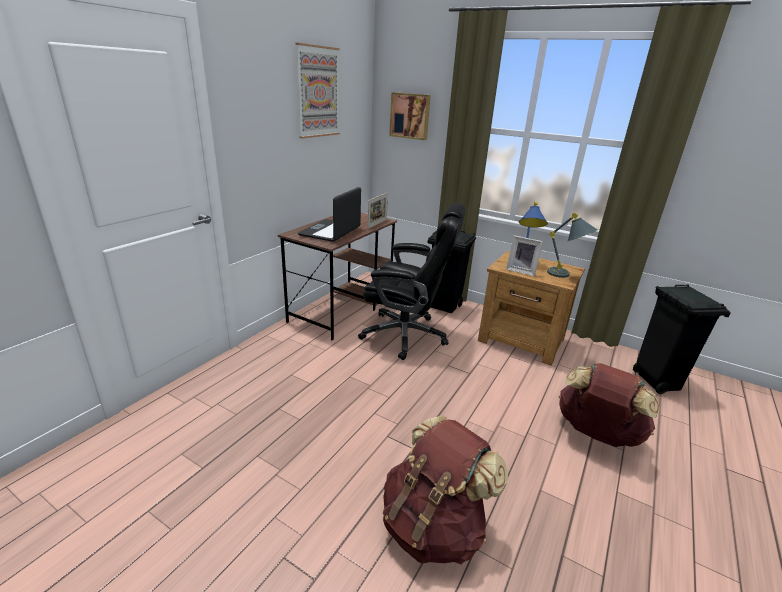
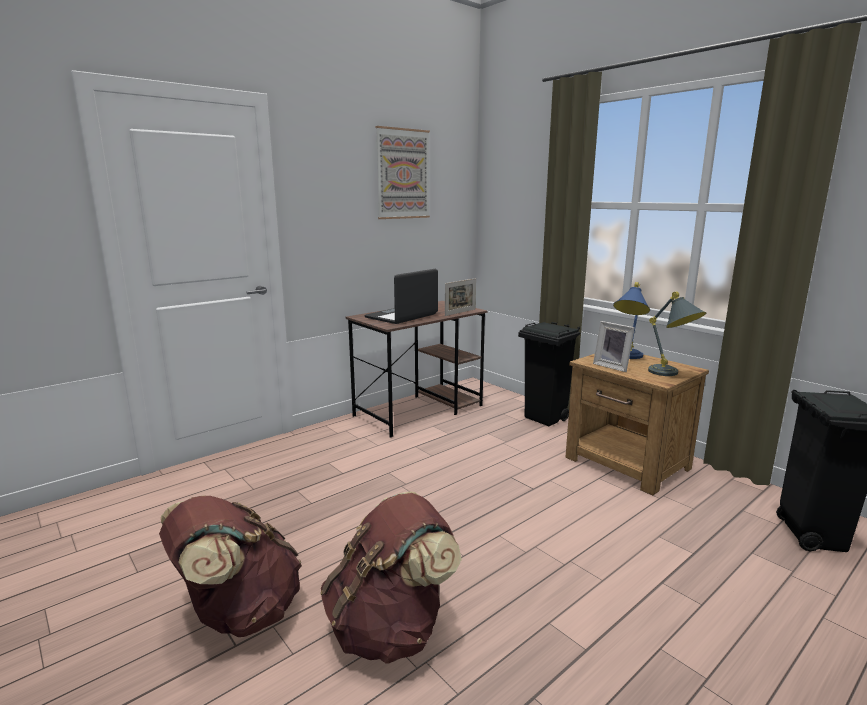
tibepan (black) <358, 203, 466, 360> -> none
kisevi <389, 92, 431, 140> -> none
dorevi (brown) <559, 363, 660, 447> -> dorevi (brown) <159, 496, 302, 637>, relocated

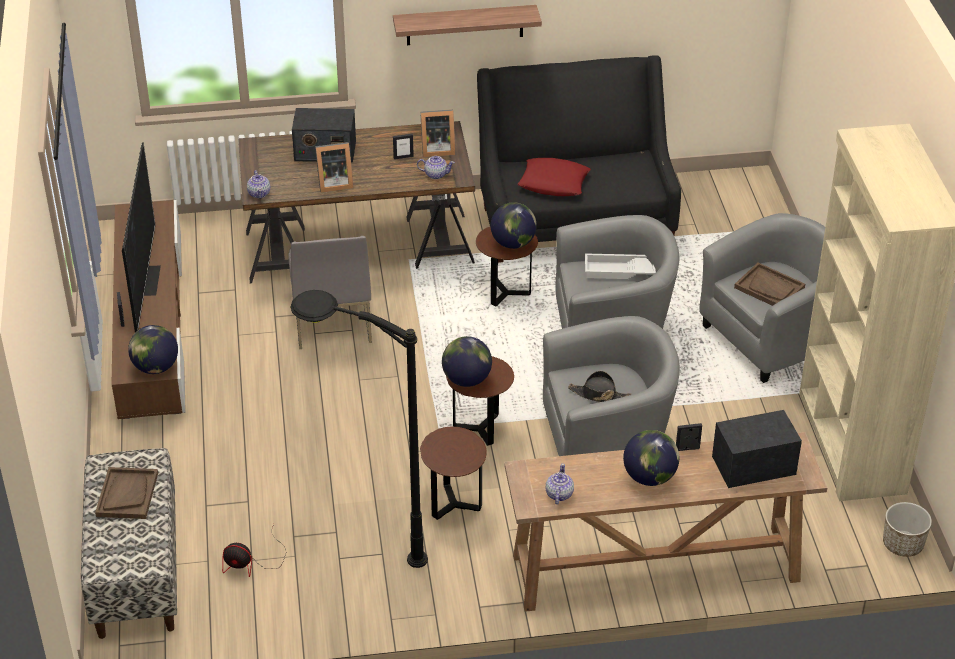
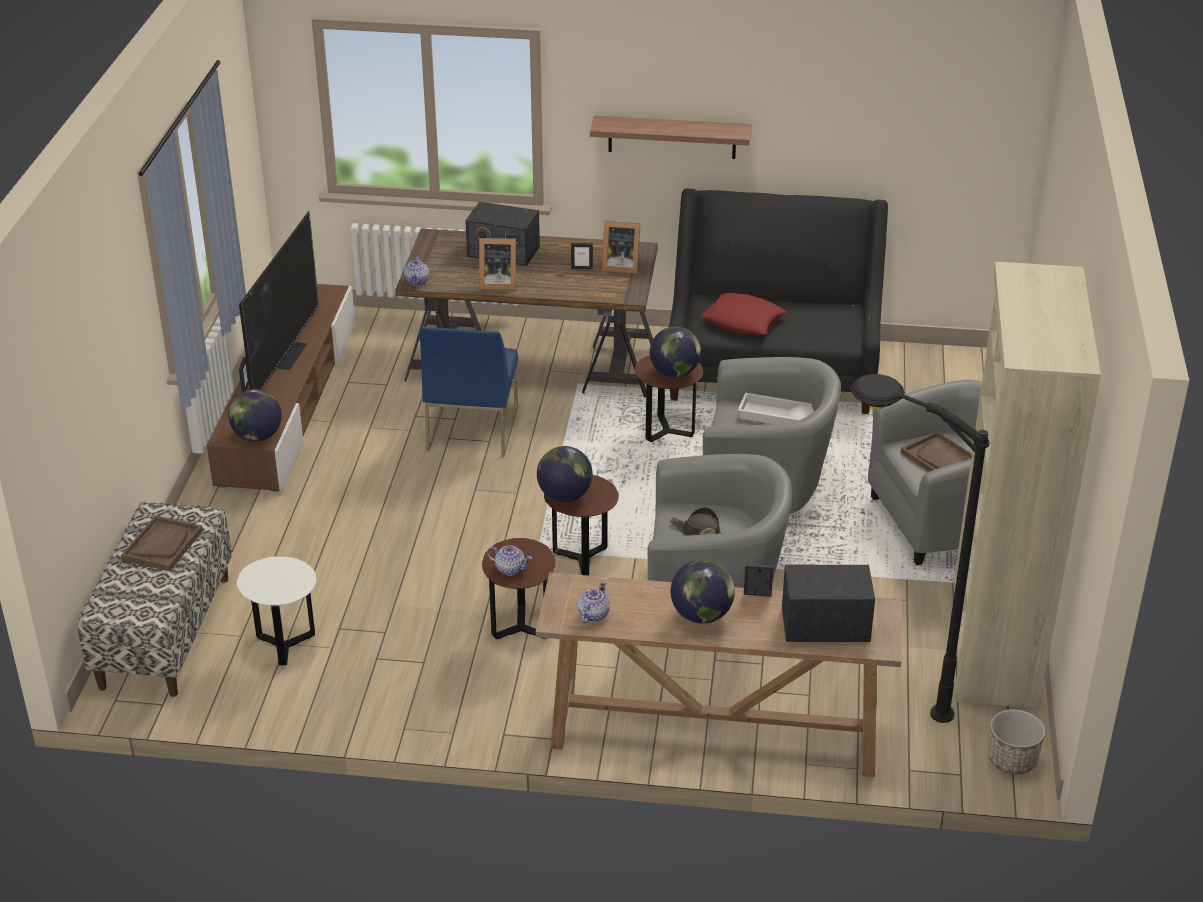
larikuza <222, 524, 286, 577> -> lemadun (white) <237, 557, 317, 666>
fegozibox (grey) <288, 236, 372, 349> -> fegozibox (blue) <420, 326, 518, 457>
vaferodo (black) <290, 290, 428, 568> -> vaferodo (black) <851, 374, 990, 723>, relocated
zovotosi <417, 156, 455, 179> -> zovotosi <487, 545, 532, 576>, relocated

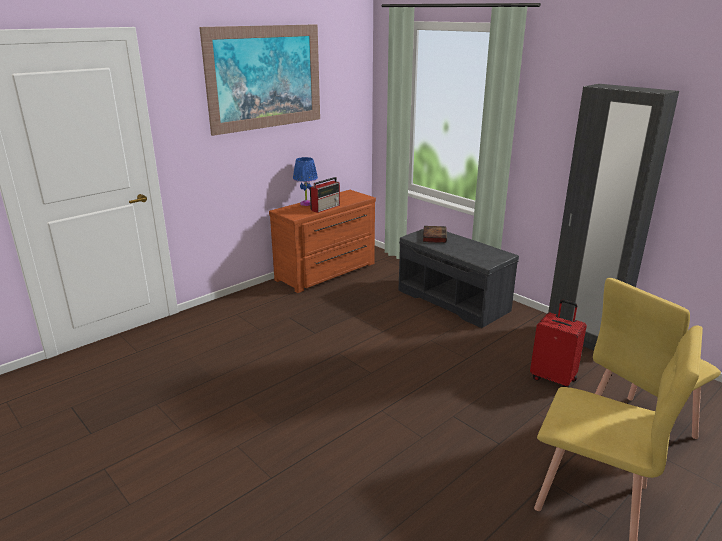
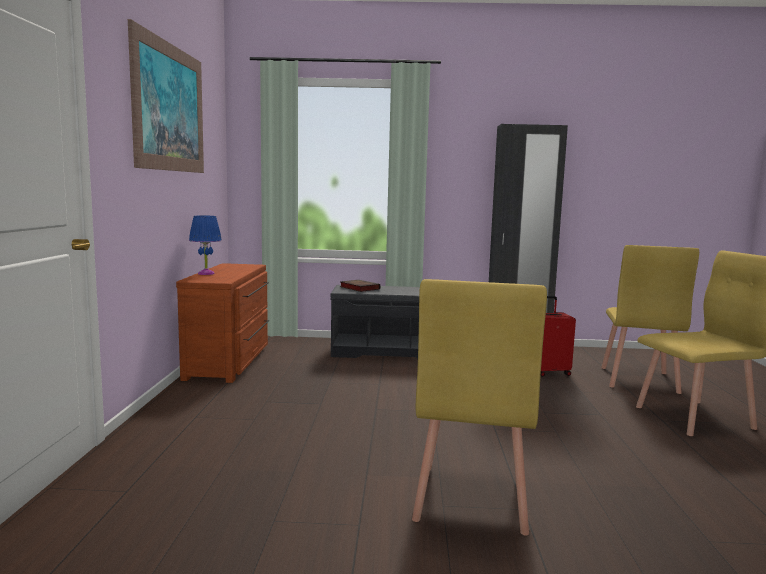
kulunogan <310, 177, 340, 213> -> none
none -> fegozibox (yellow) <412, 279, 547, 536>

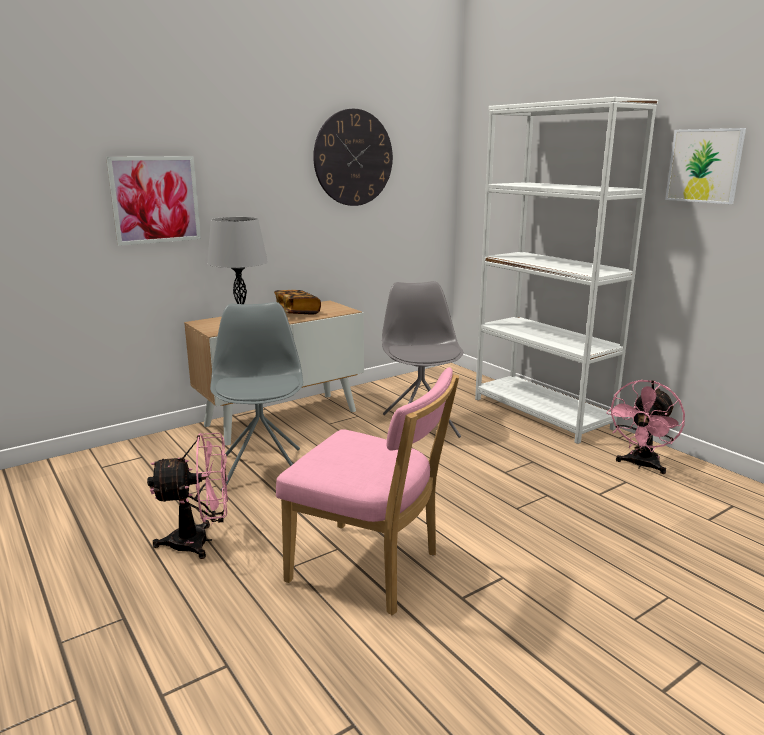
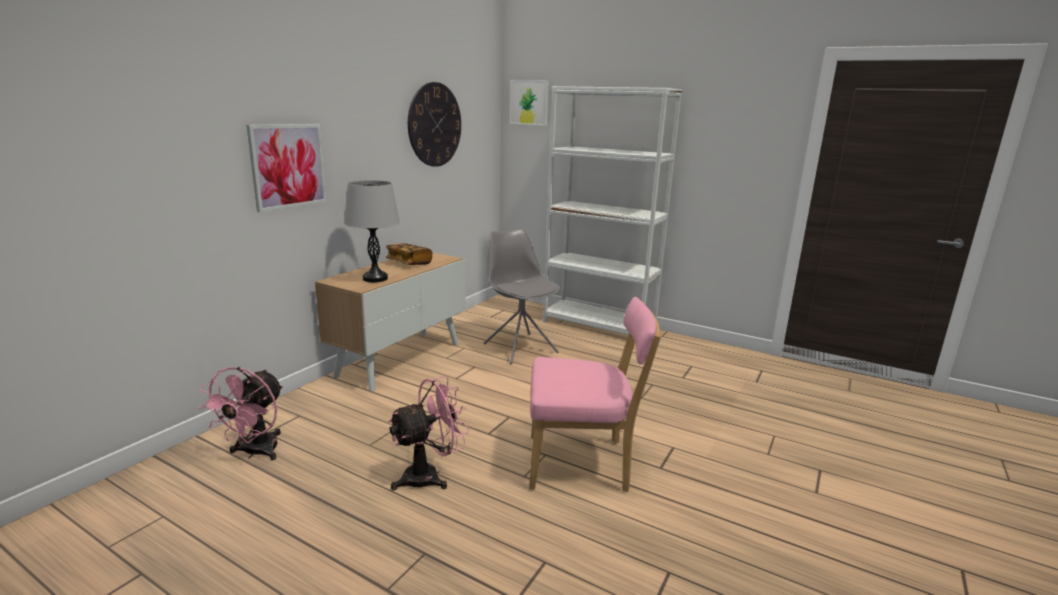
fegozibox (grey) <210, 302, 303, 491> -> none
larikuza (pink) <607, 380, 685, 474> -> larikuza (pink) <198, 367, 283, 460>, relocated
kisevi <665, 128, 746, 204> -> kisevi <510, 80, 549, 126>, relocated

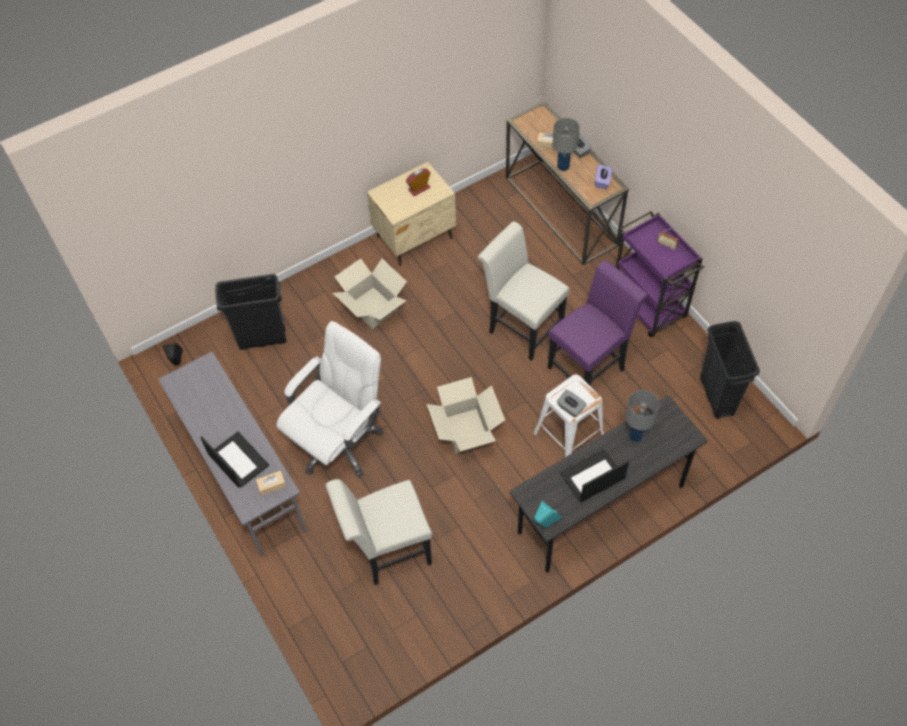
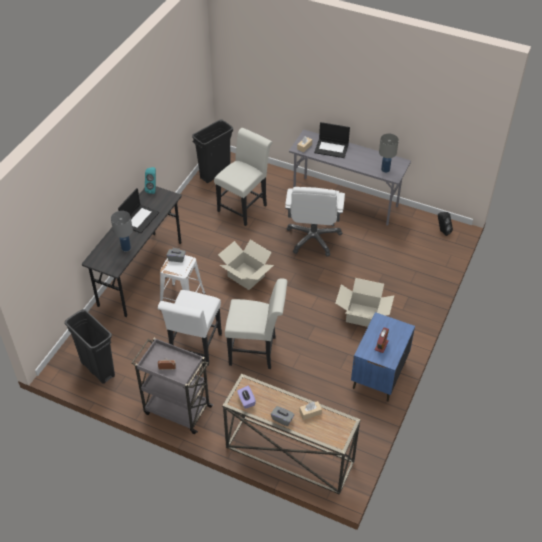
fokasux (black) <215, 274, 287, 350> -> fokasux (black) <192, 119, 233, 183>, relocated
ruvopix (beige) <367, 162, 456, 266> -> ruvopix (blue) <351, 312, 415, 402>
fegozibox (purple) <548, 260, 648, 386> -> fegozibox (white) <158, 290, 222, 366>
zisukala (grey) <553, 118, 580, 171> -> zisukala (grey) <379, 134, 399, 173>, relocated
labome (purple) <616, 211, 704, 337> -> labome (grey) <132, 337, 214, 434>

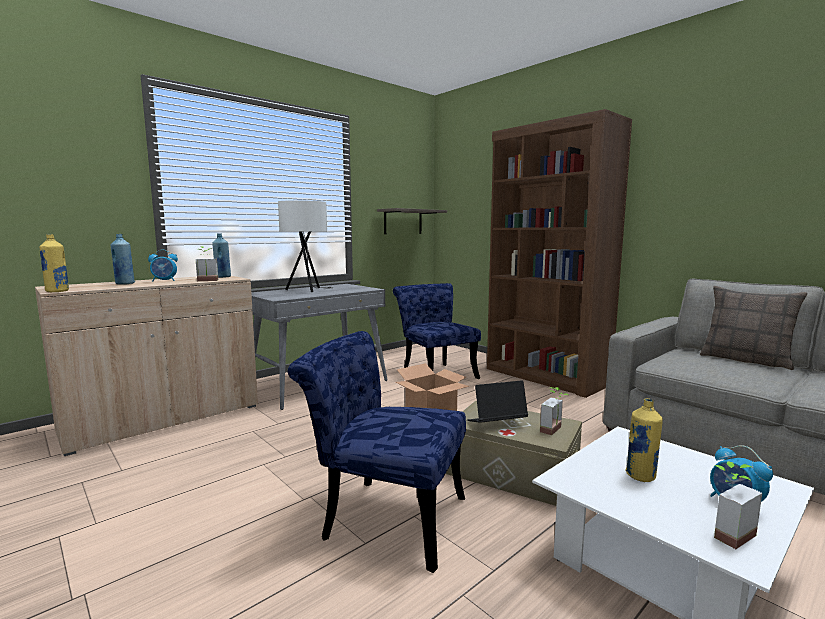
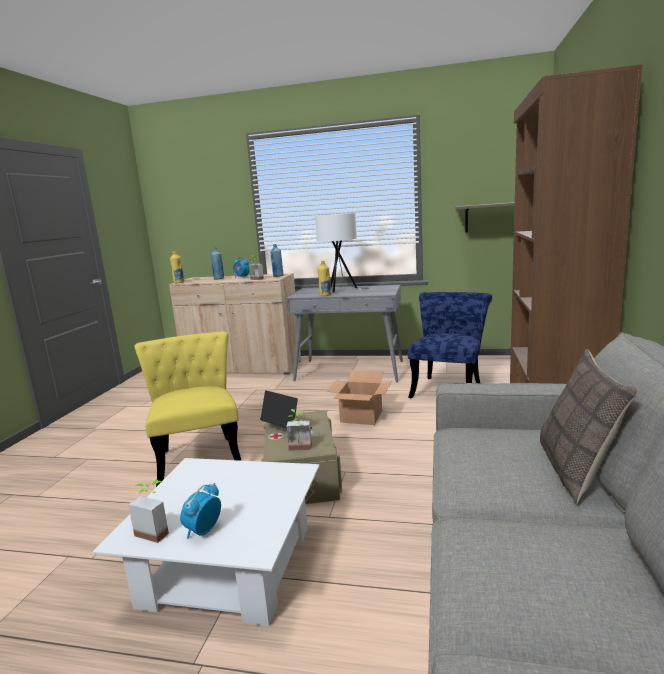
fegozibox (blue) <288, 331, 466, 573> -> fegozibox (yellow) <135, 332, 242, 487>
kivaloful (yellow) <626, 398, 663, 482> -> kivaloful (yellow) <318, 261, 331, 296>, relocated

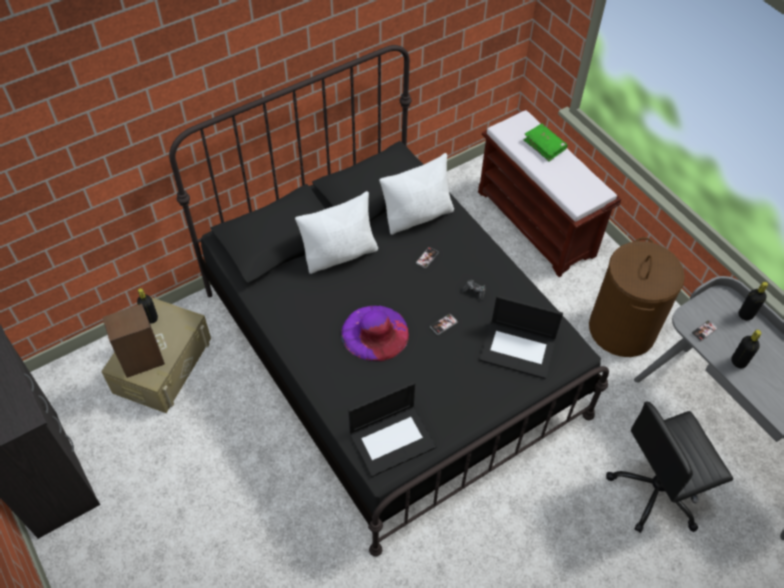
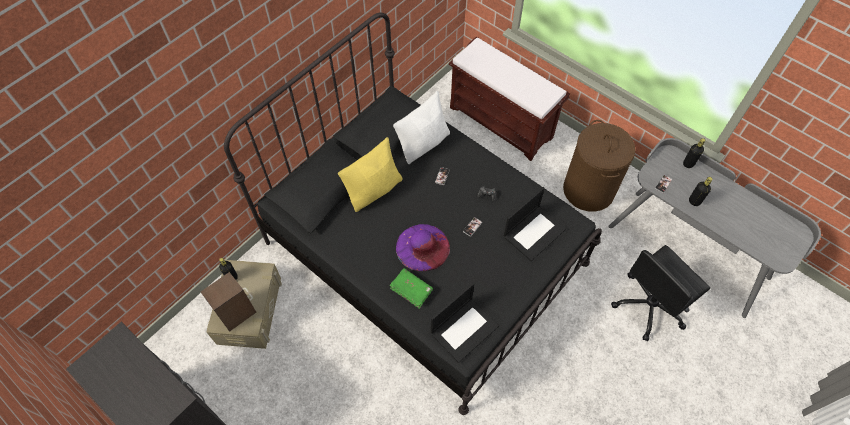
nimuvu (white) <295, 191, 378, 274> -> nimuvu (yellow) <338, 137, 402, 212>
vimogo <480, 295, 563, 379> -> vimogo <504, 187, 566, 261>, 45 degrees counterclockwise
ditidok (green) <523, 124, 568, 161> -> ditidok (green) <390, 268, 433, 308>, relocated

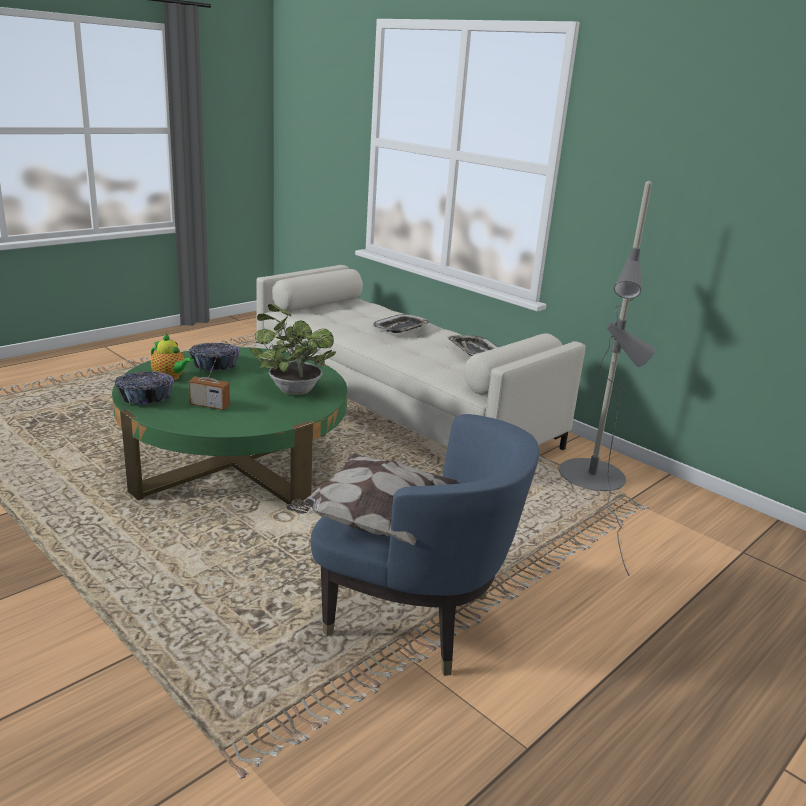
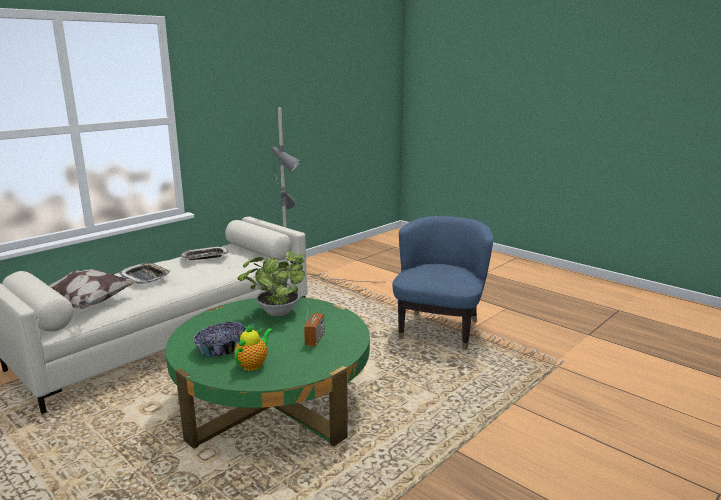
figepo <115, 371, 174, 404> -> none
nimuvu <286, 453, 460, 545> -> nimuvu <48, 269, 137, 309>, relocated

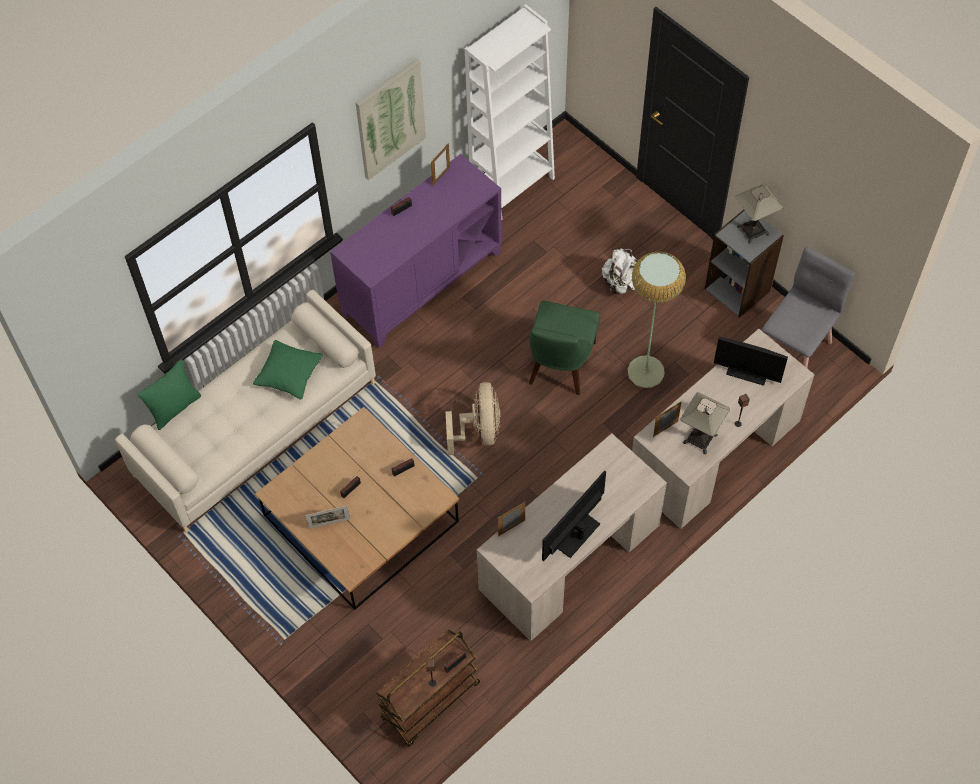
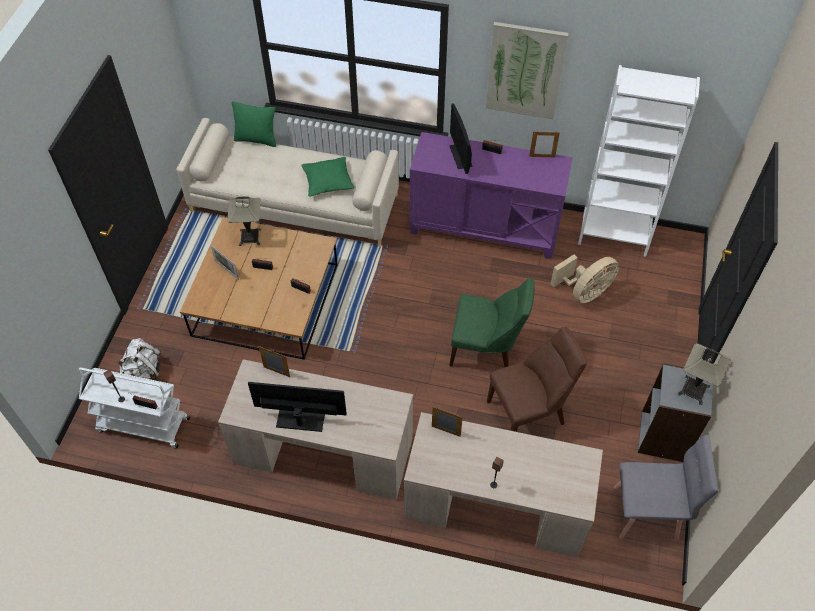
labome (brown) <376, 630, 480, 747> -> labome (white) <78, 368, 190, 448>
larikuza (beige) <446, 382, 500, 455> -> larikuza (beige) <550, 255, 619, 303>, relocated
fegozibox (green) <529, 301, 600, 395> -> fegozibox (green) <449, 278, 535, 368>, 150 degrees counterclockwise
dorevi (white) <602, 248, 638, 295> -> dorevi (white) <117, 338, 161, 380>, relocated
vaferodo <628, 251, 686, 388> -> fegozibox (brown) <487, 327, 587, 432>
zisukala <680, 392, 730, 454> -> zisukala <227, 196, 261, 246>, relocated
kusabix <714, 337, 788, 386> -> kusabix <449, 103, 473, 174>, relocated

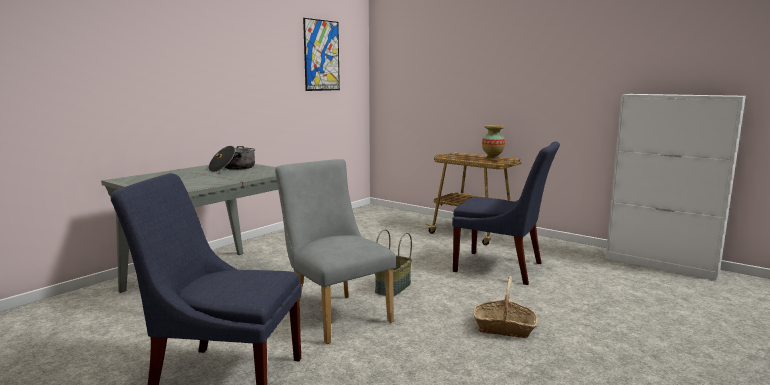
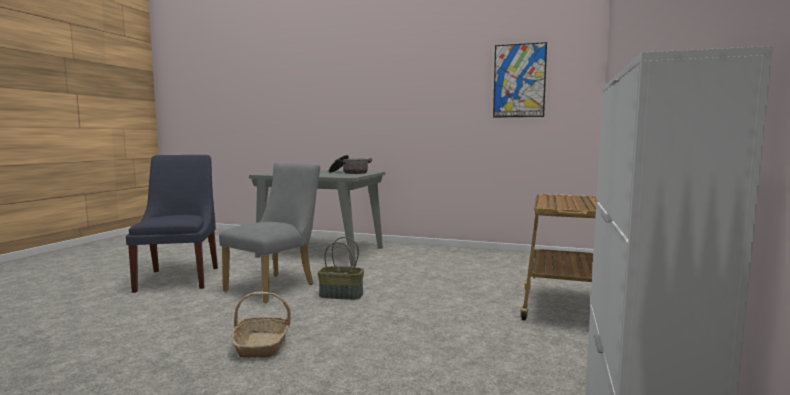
fegozibox (blue) <452, 142, 560, 285> -> none
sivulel <482, 125, 505, 161> -> none

